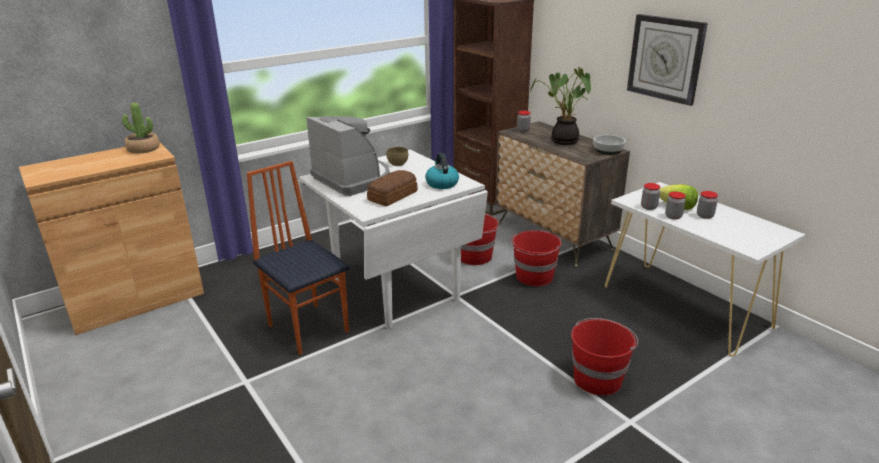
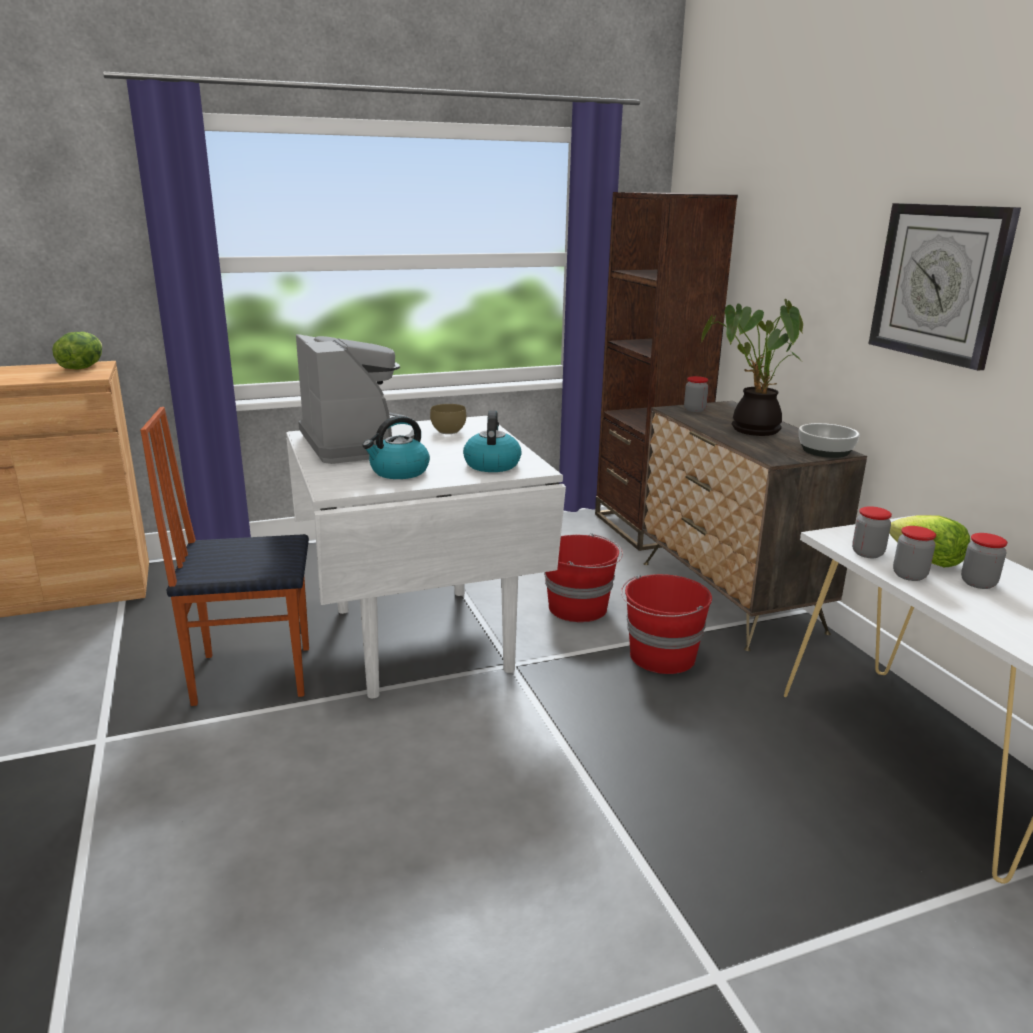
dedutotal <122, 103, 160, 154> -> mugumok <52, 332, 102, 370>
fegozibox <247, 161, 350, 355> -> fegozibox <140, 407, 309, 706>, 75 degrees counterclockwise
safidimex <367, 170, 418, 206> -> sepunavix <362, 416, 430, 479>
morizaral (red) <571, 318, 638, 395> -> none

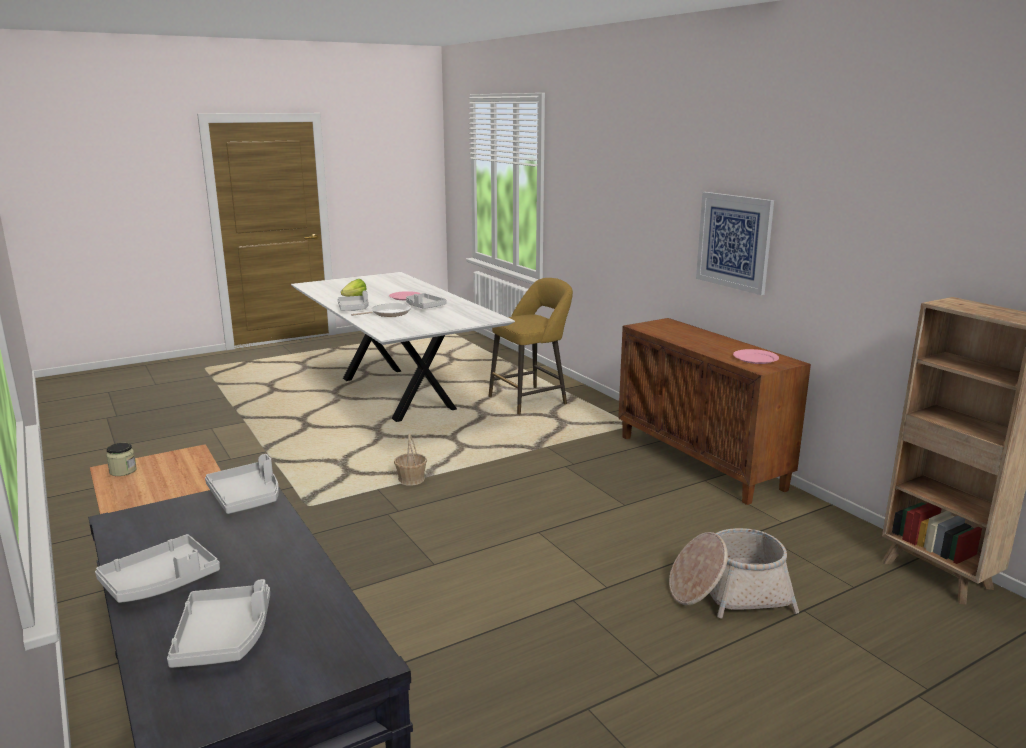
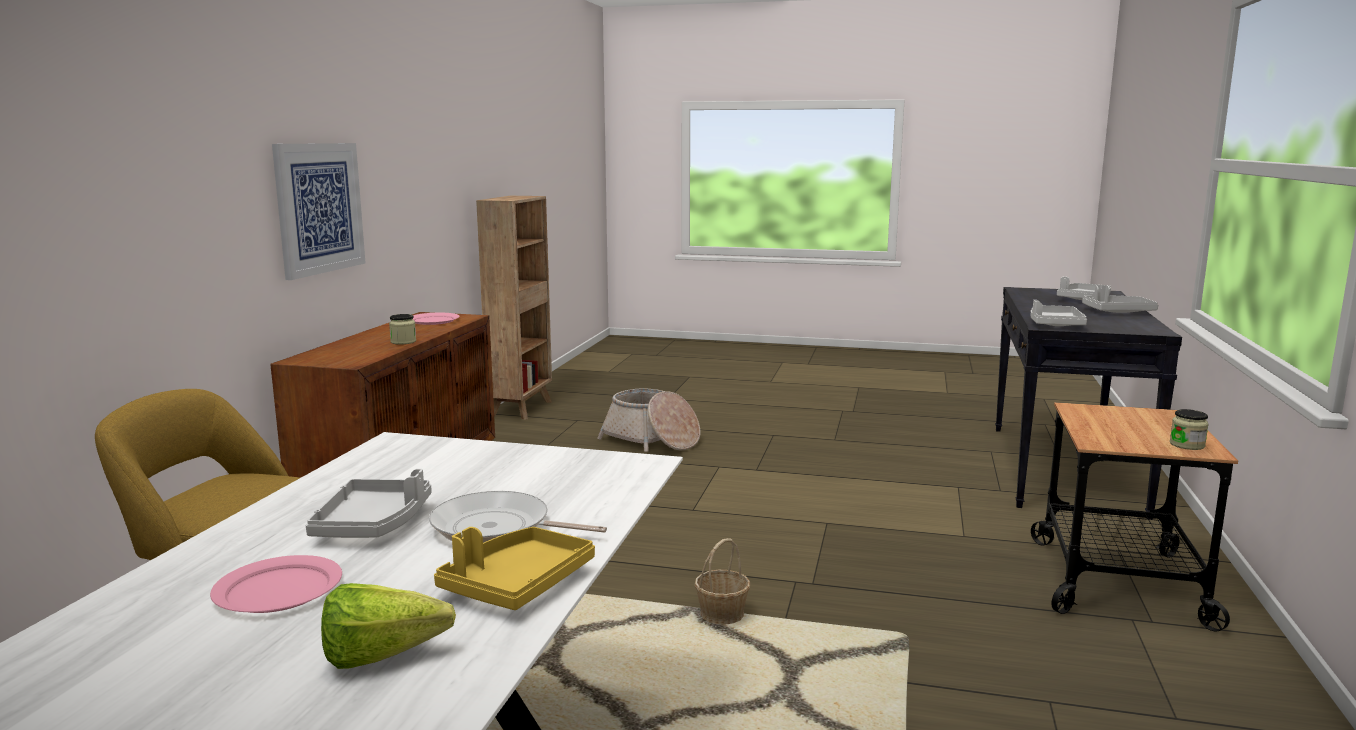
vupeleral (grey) <338, 290, 368, 311> -> vupeleral (yellow) <434, 527, 595, 610>
none -> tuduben <389, 314, 416, 345>

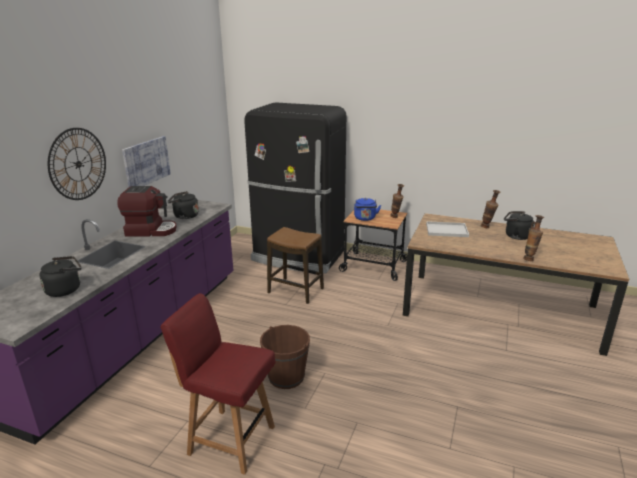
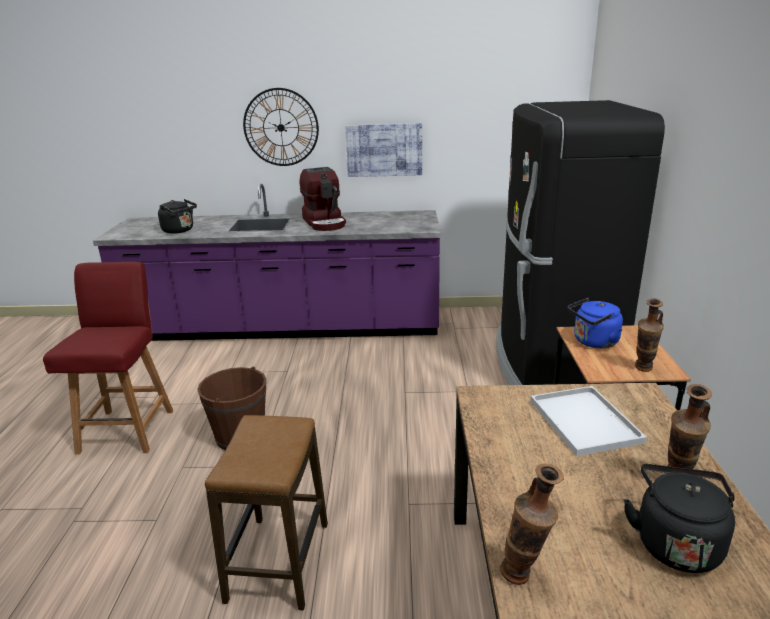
sepunavix (black) <167, 191, 199, 219> -> none
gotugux <267, 227, 324, 304> -> gotugux <205, 415, 328, 610>, relocated

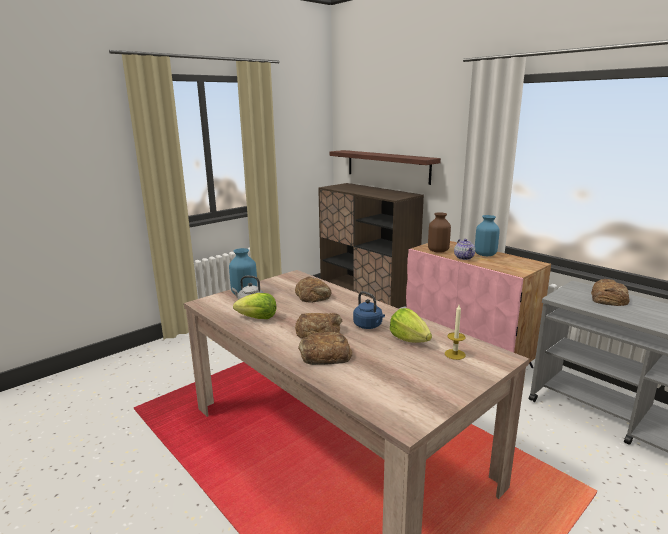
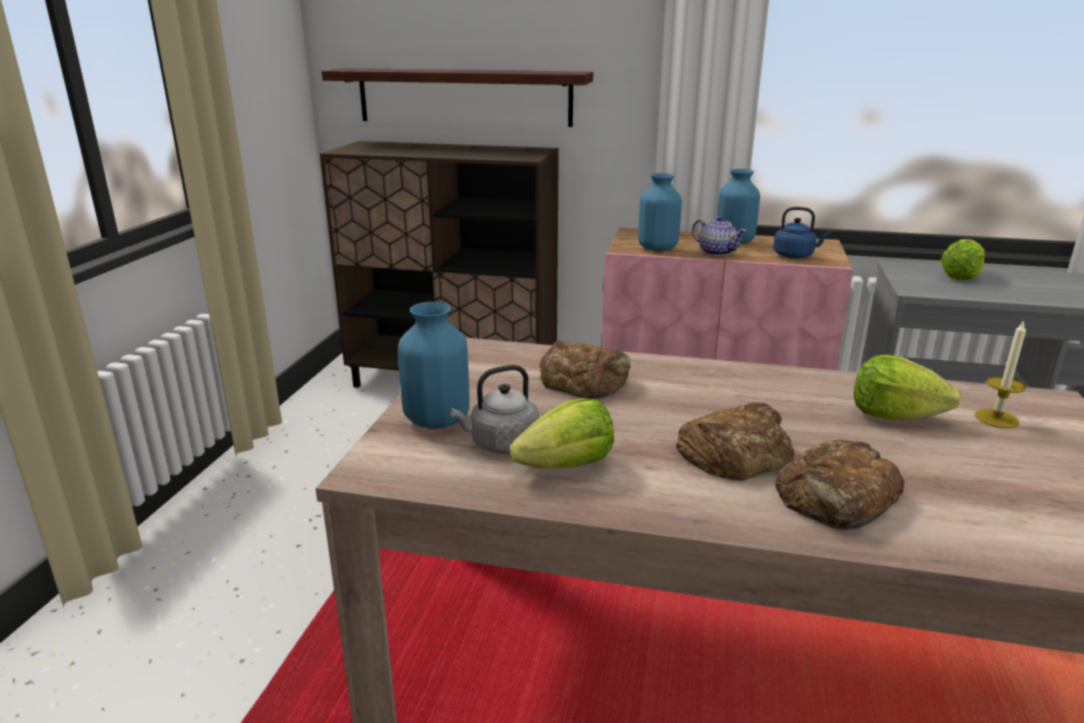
sepunavix (blue) <353, 291, 385, 329> -> sepunavix (blue) <773, 207, 830, 259>, relocated
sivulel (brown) <428, 212, 451, 253> -> sivulel (blue) <638, 173, 682, 251>
safidimex <591, 279, 630, 306> -> mugumok <941, 239, 985, 280>

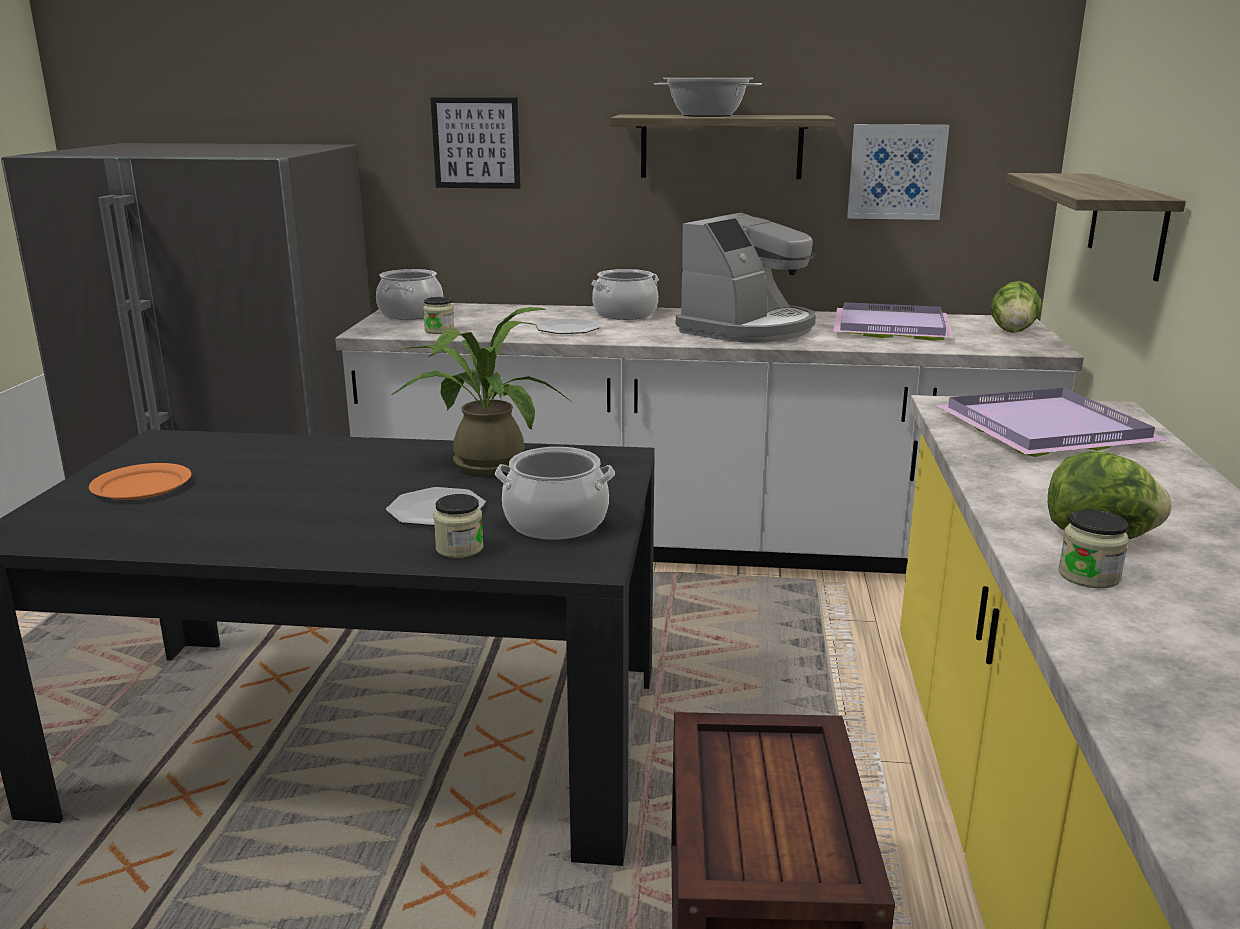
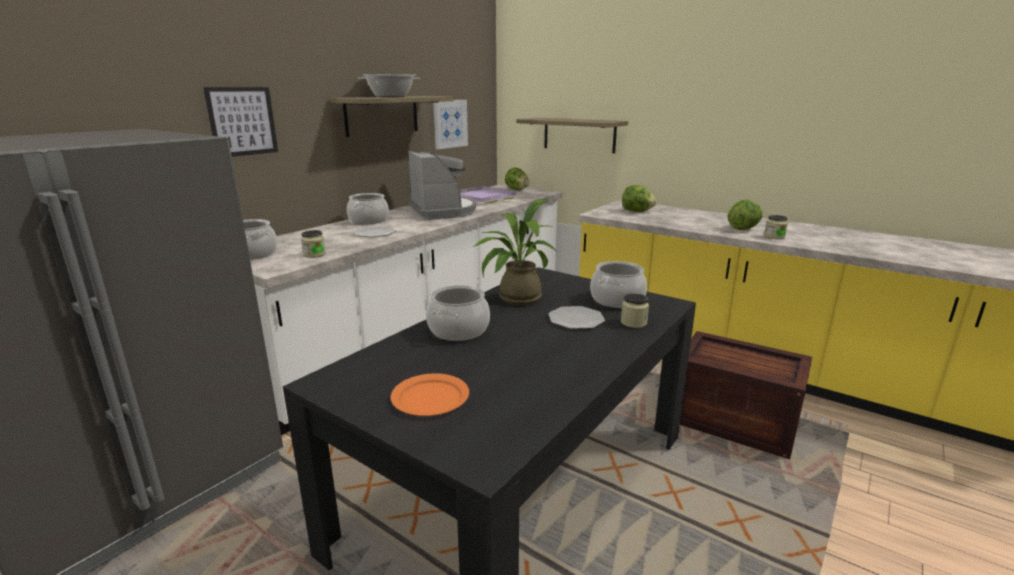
vupeleral (purple) <936, 388, 1168, 457> -> mugumok <622, 185, 656, 212>
none -> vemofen <426, 285, 490, 341>

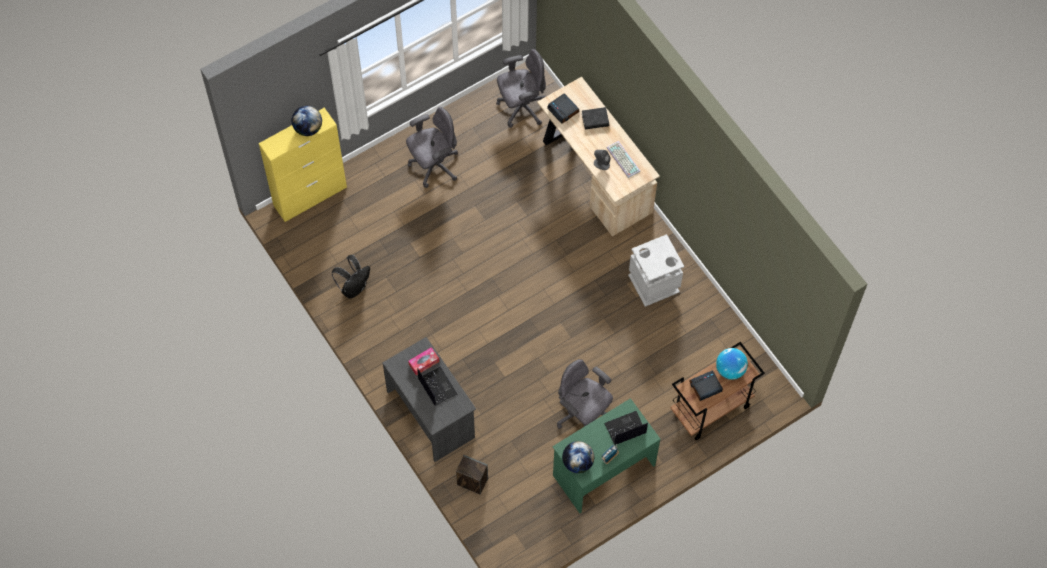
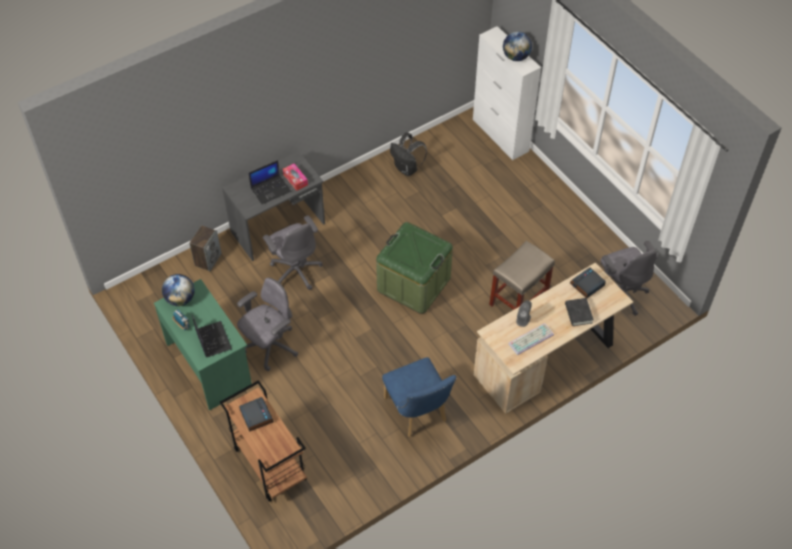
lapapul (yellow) <259, 108, 347, 222> -> lapapul (white) <473, 26, 541, 160>
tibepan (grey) <406, 107, 458, 188> -> tibepan (grey) <263, 215, 323, 290>, relocated
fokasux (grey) <628, 234, 684, 307> -> fegozibox (blue) <382, 357, 456, 437>
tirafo <716, 348, 748, 380> -> none
none -> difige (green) <376, 222, 453, 314>
none -> gotugux (beige) <489, 241, 555, 310>

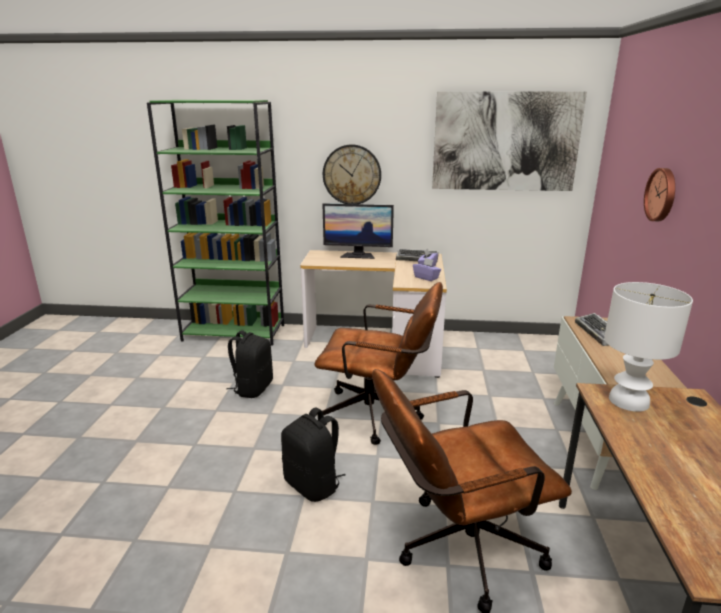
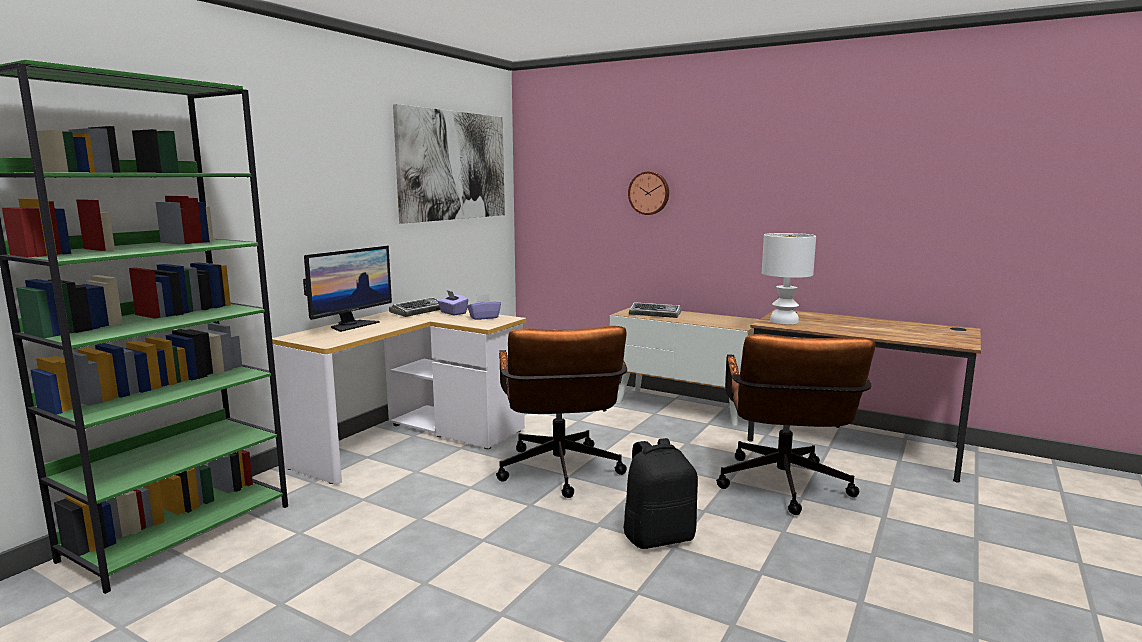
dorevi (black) <226, 331, 273, 398> -> none
tibepan (brown) <315, 282, 443, 445> -> tibepan (brown) <496, 326, 627, 498>, 135 degrees clockwise
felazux <323, 144, 381, 204> -> none

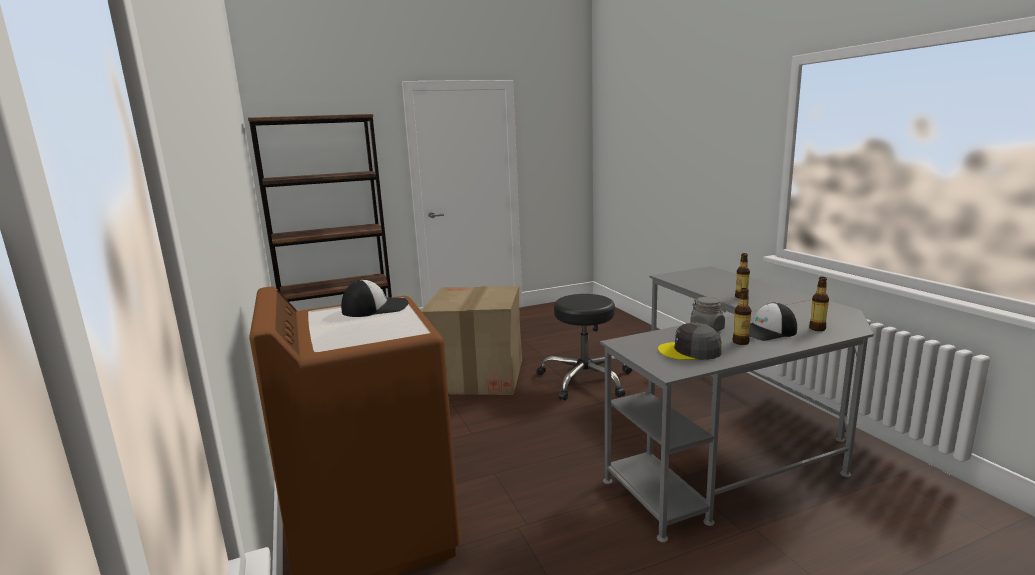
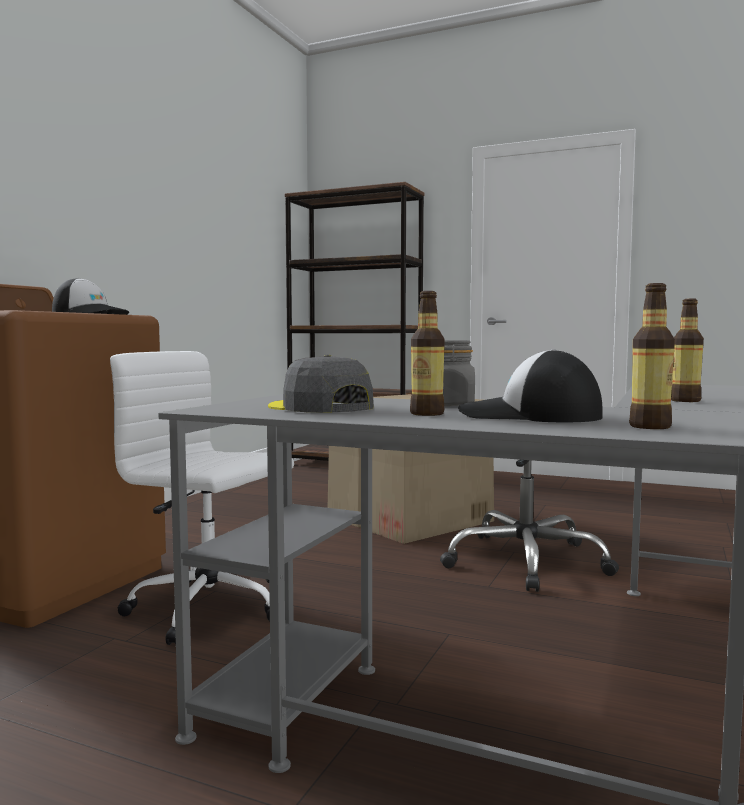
none -> tibepan (white) <110, 351, 294, 645>

